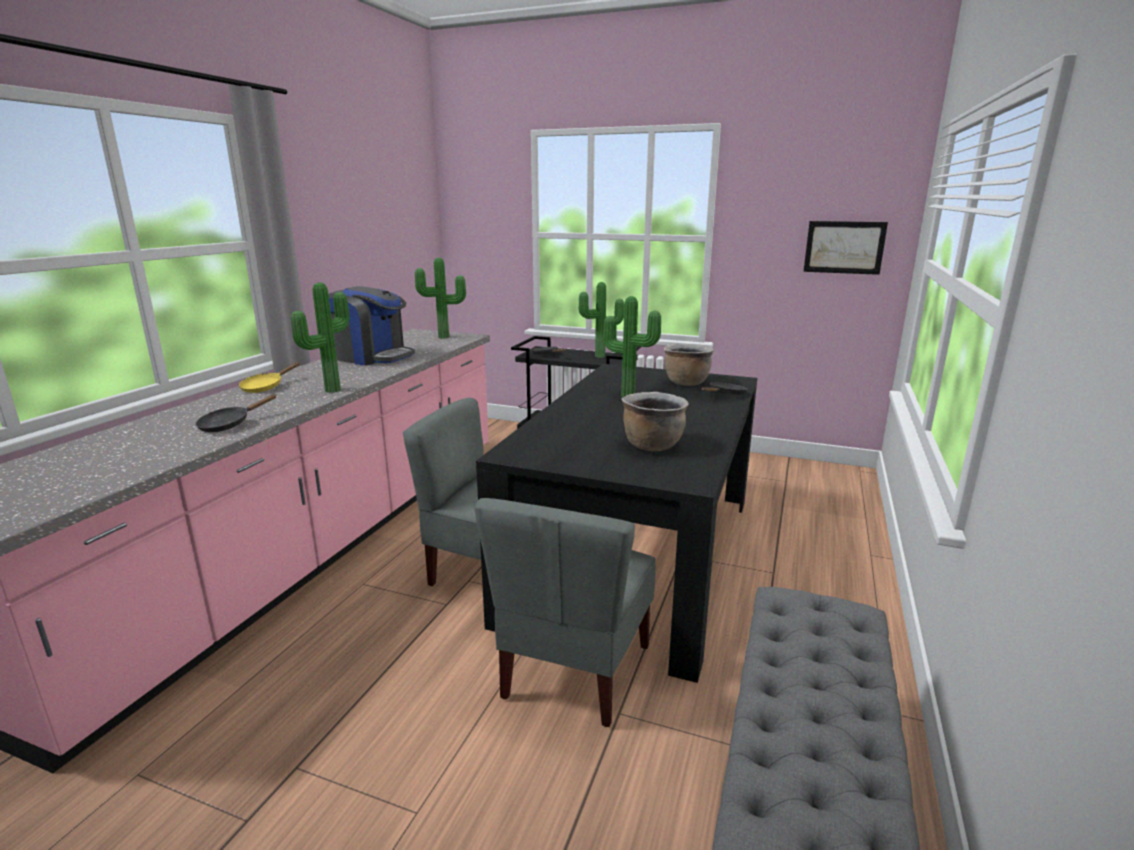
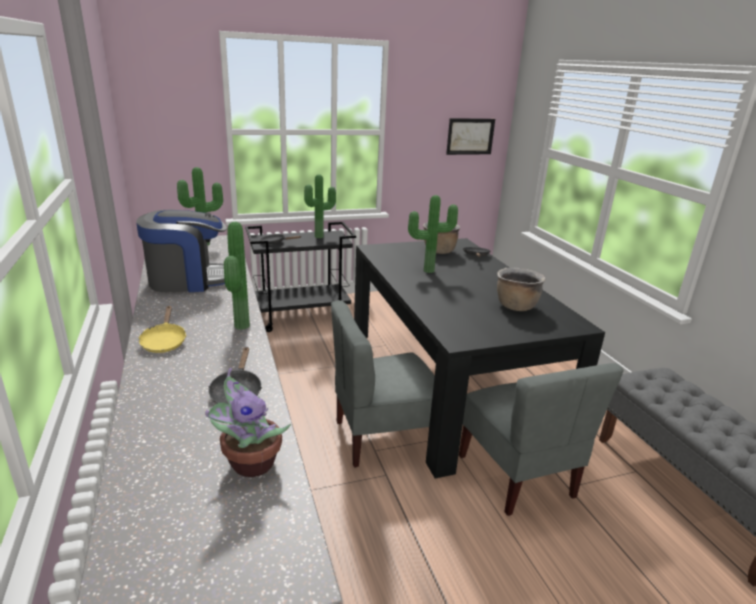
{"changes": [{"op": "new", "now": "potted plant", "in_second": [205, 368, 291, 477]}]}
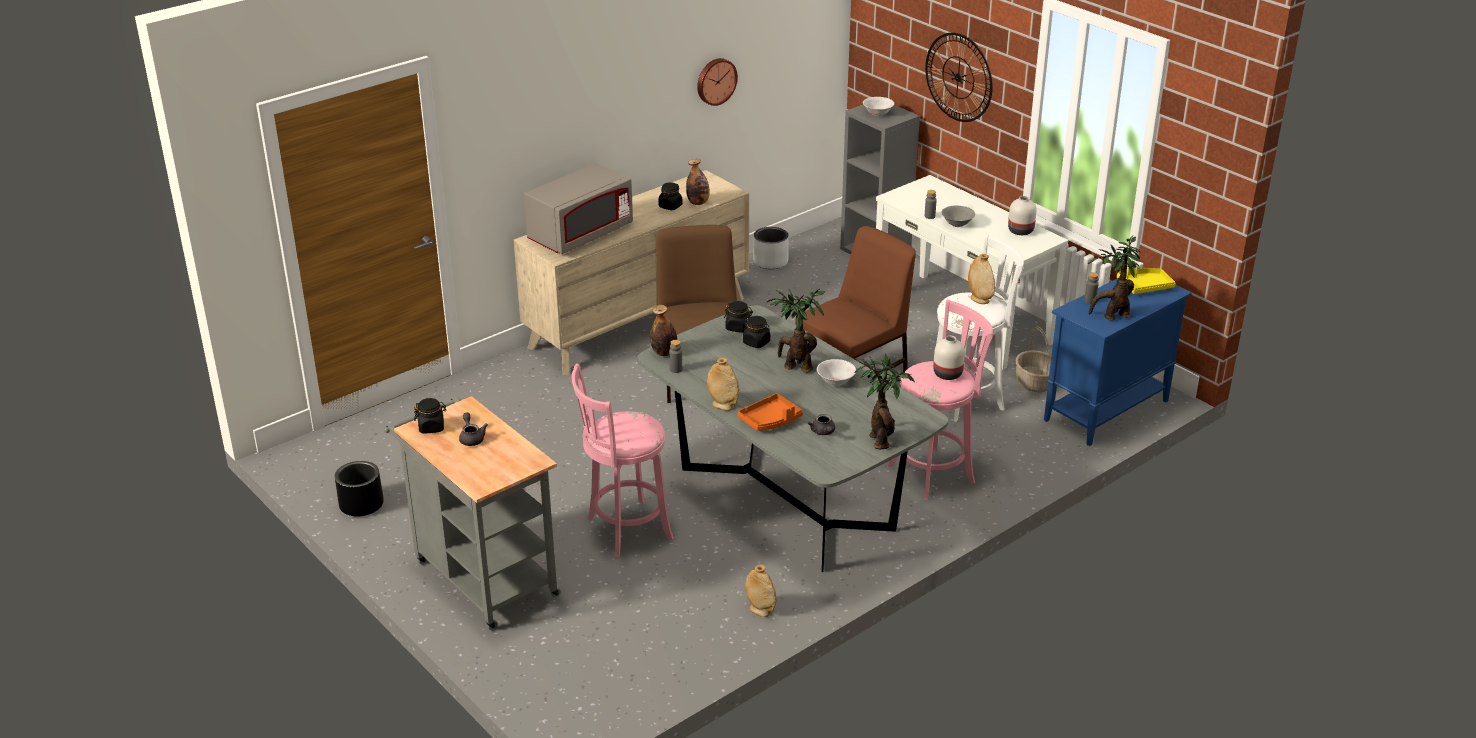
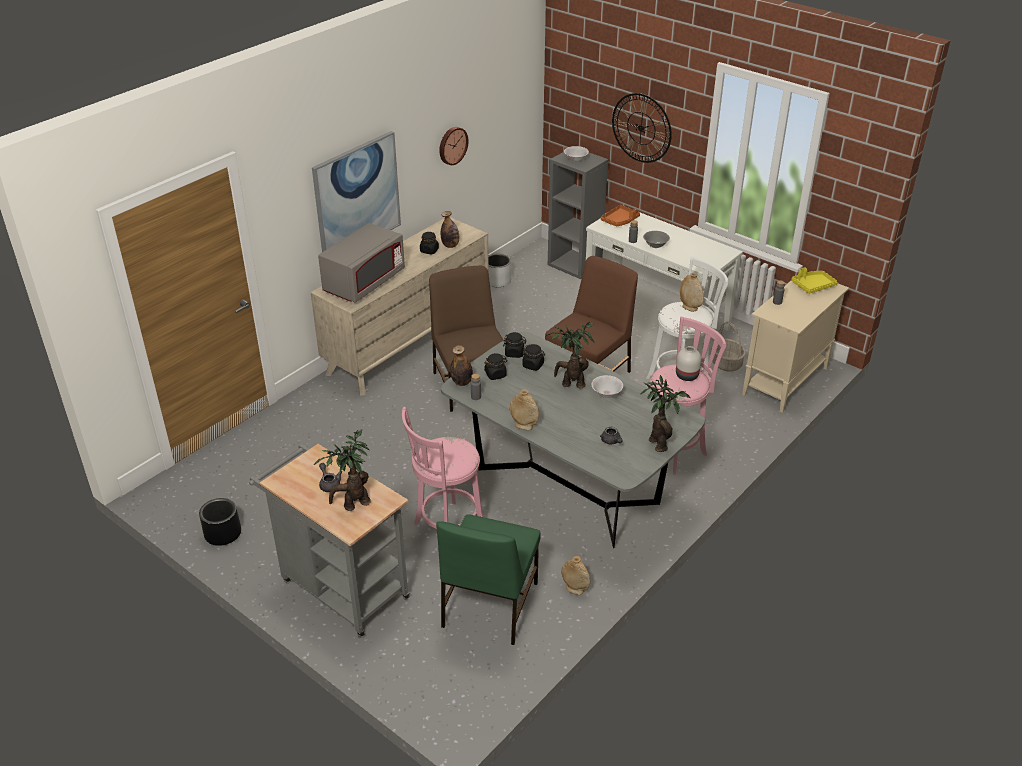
{"changes": [{"op": "shifted", "was": "jar (black)", "in_first": [414, 398, 446, 433], "in_second": [484, 353, 508, 380]}, {"op": "shifted", "was": "tray (orange)", "in_first": [737, 393, 803, 431], "in_second": [601, 205, 640, 227]}, {"op": "gone", "was": "vase (white)", "in_first": [1008, 196, 1037, 235]}, {"op": "repainted", "was": "cabinet (blue)", "now": "cabinet (beige)", "in_first": [1044, 268, 1192, 446], "in_second": [742, 275, 849, 413]}, {"op": "shifted", "was": "potted plant", "in_first": [1088, 236, 1140, 321], "in_second": [314, 429, 371, 511]}, {"op": "new", "now": "picture", "in_second": [312, 131, 401, 252]}, {"op": "new", "now": "chair (green)", "in_second": [436, 514, 540, 645]}]}
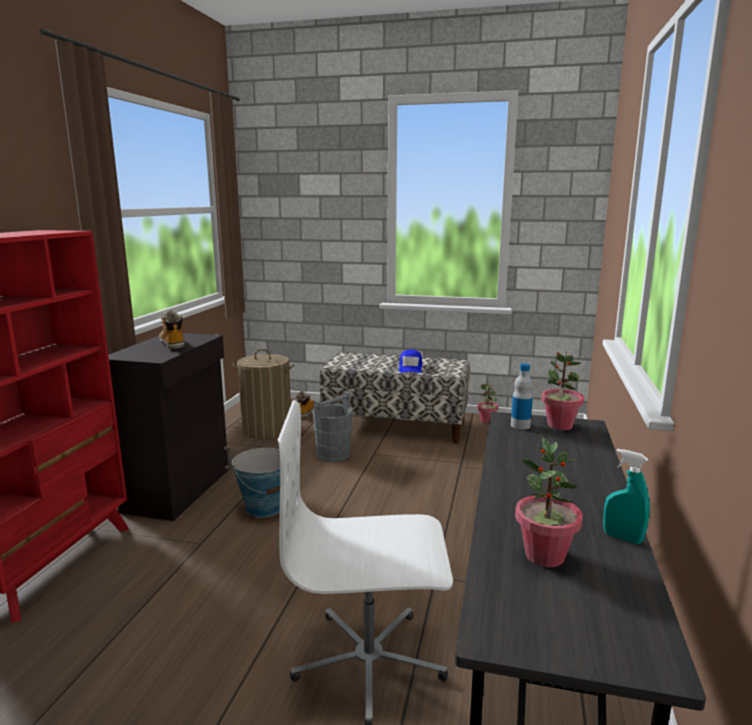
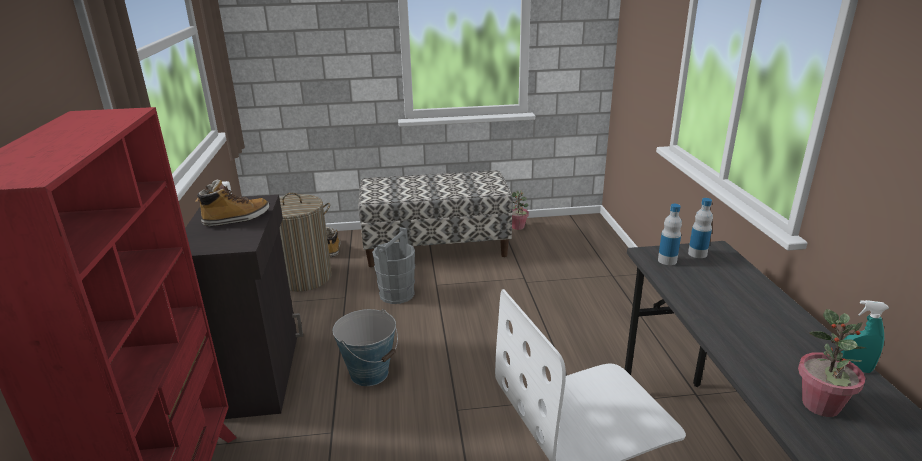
{"changes": [{"op": "rotated", "was": "boot", "in_first": [159, 310, 185, 350], "in_second": [196, 180, 270, 226], "clockwise": 105}, {"op": "gone", "was": "cap (blue)", "in_first": [399, 350, 422, 373]}, {"op": "swapped", "was": "potted plant", "now": "bottle", "in_first": [541, 349, 584, 430], "in_second": [688, 198, 713, 258]}]}
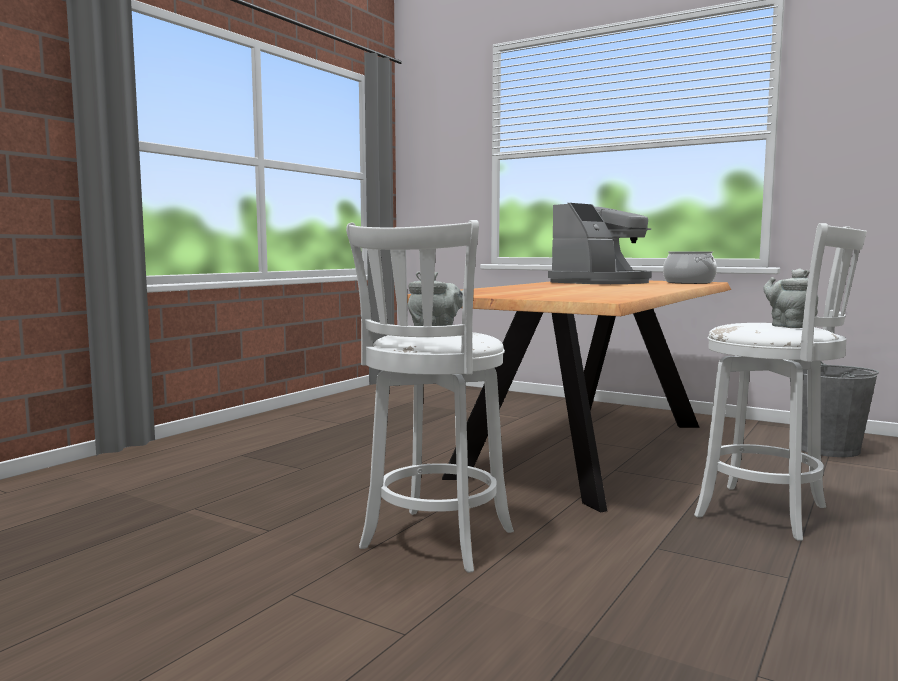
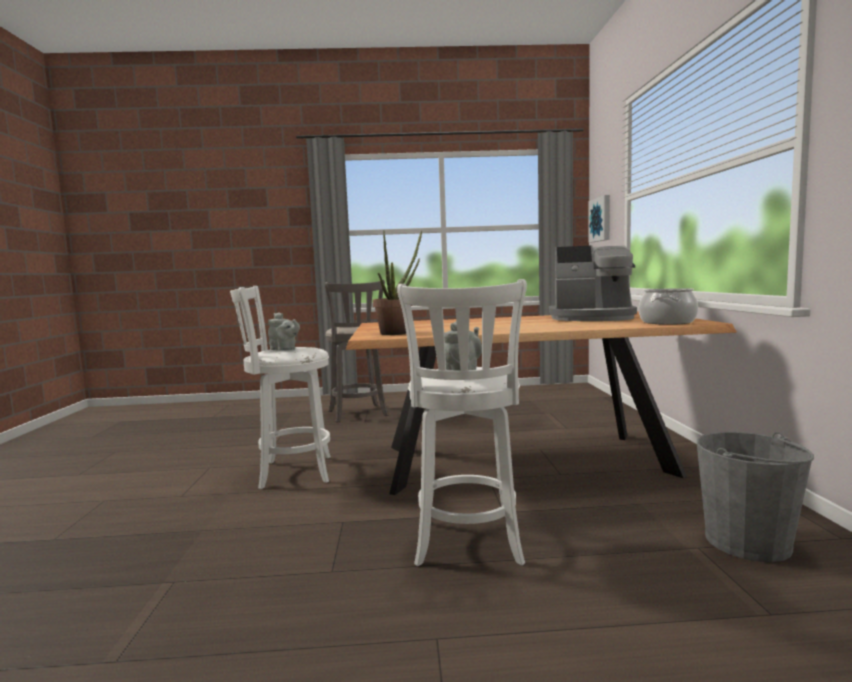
{"changes": [{"op": "new", "now": "stool (grey)", "in_second": [325, 280, 388, 422]}, {"op": "new", "now": "potted plant", "in_second": [373, 231, 422, 335]}, {"op": "new", "now": "picture", "in_second": [588, 195, 610, 242]}]}
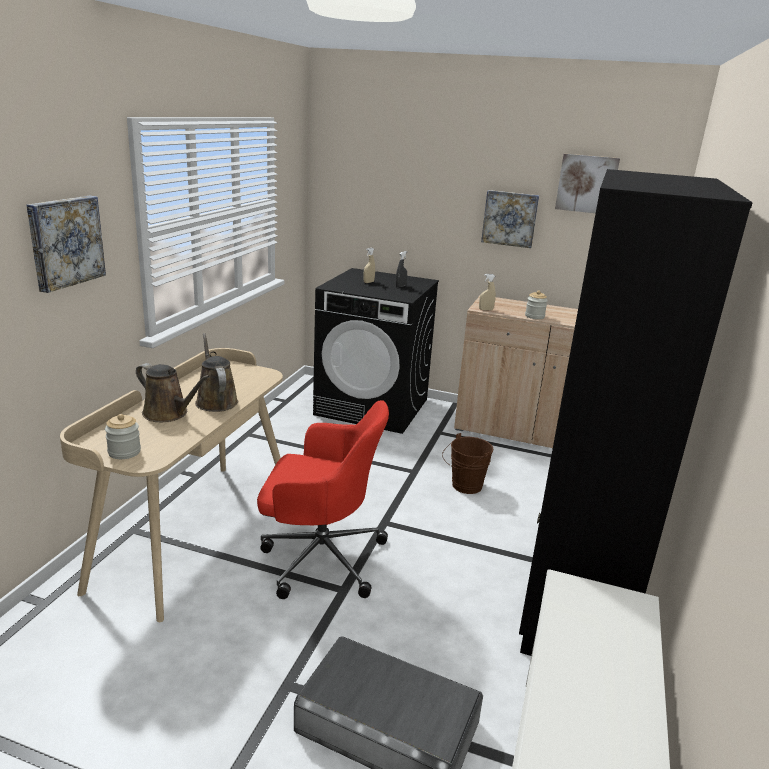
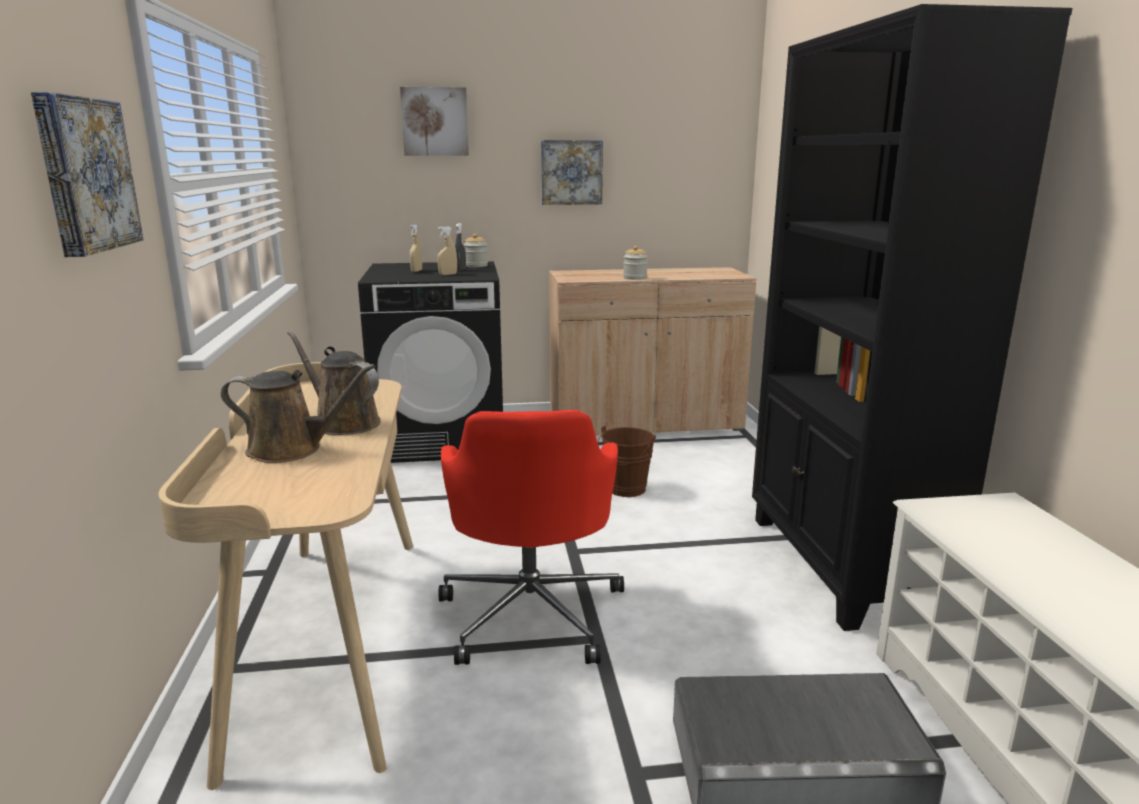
{"changes": [{"op": "shifted", "was": "jar", "in_first": [105, 414, 141, 459], "in_second": [464, 234, 488, 267]}, {"op": "rotated", "was": "office chair (red)", "in_first": [257, 400, 389, 599], "in_second": [439, 410, 624, 665], "clockwise": 105}, {"op": "shifted", "was": "spray bottle (beige)", "in_first": [479, 274, 496, 310], "in_second": [437, 226, 457, 275]}, {"op": "shifted", "was": "picture", "in_first": [555, 154, 620, 213], "in_second": [400, 87, 469, 156]}]}
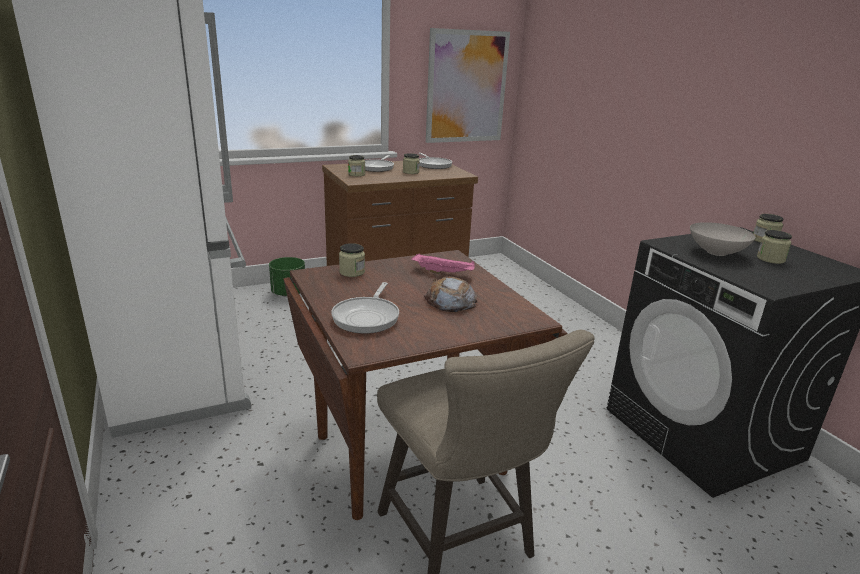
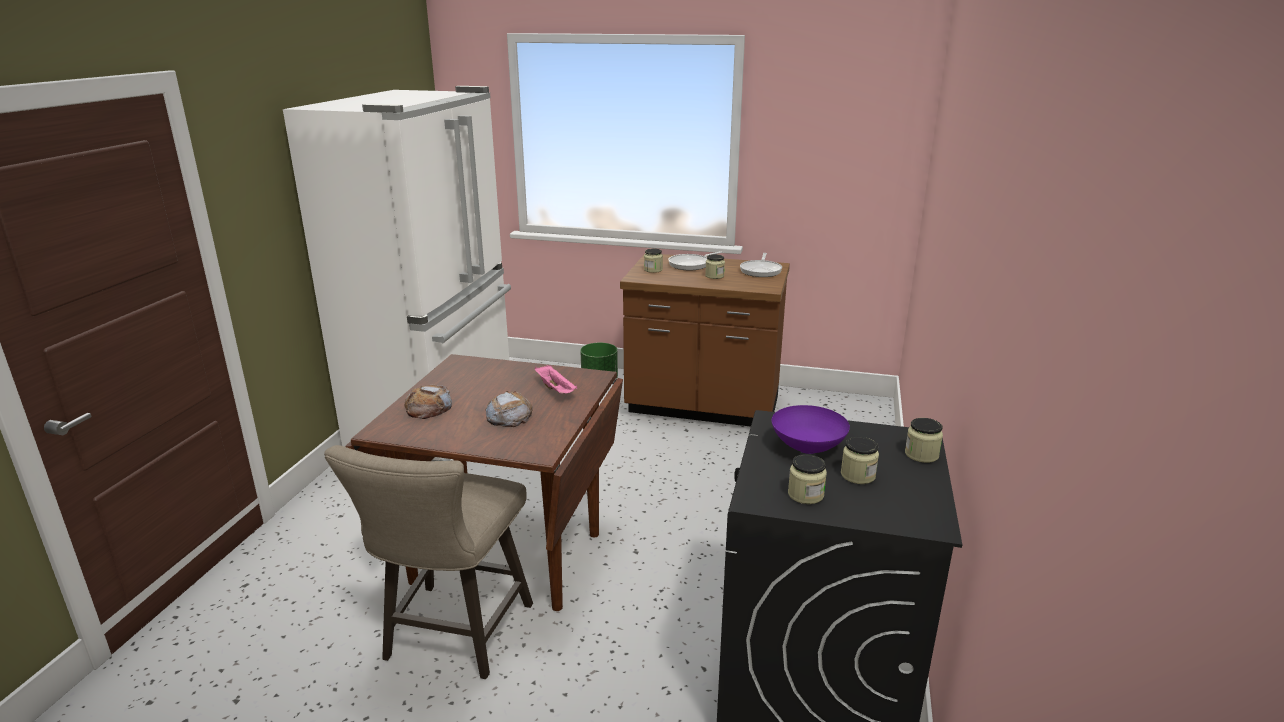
{"changes": [{"op": "swapped", "was": "frying pan", "now": "bread", "in_first": [331, 282, 399, 334], "in_second": [404, 385, 452, 419]}, {"op": "shifted", "was": "jar", "in_first": [339, 243, 365, 277], "in_second": [788, 454, 827, 504]}, {"op": "gone", "was": "picture", "in_first": [426, 28, 510, 143]}, {"op": "repainted", "was": "bowl (white)", "now": "bowl (purple)", "in_first": [690, 222, 756, 256], "in_second": [772, 405, 850, 454]}]}
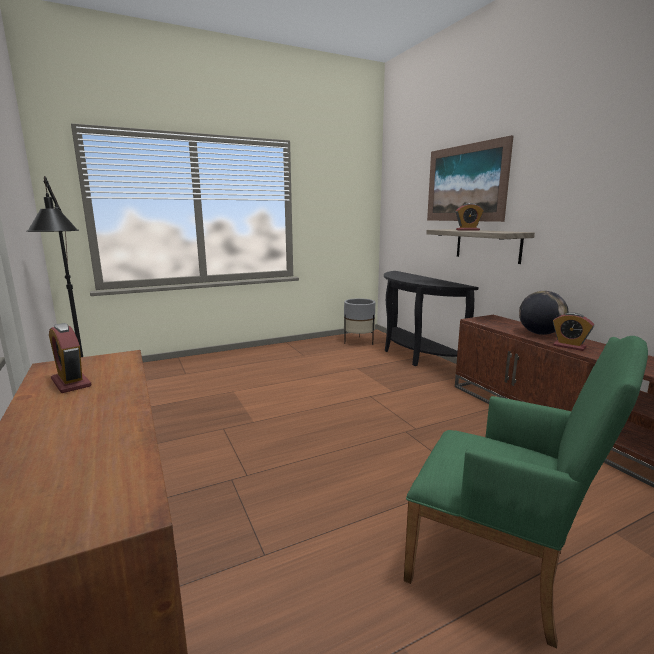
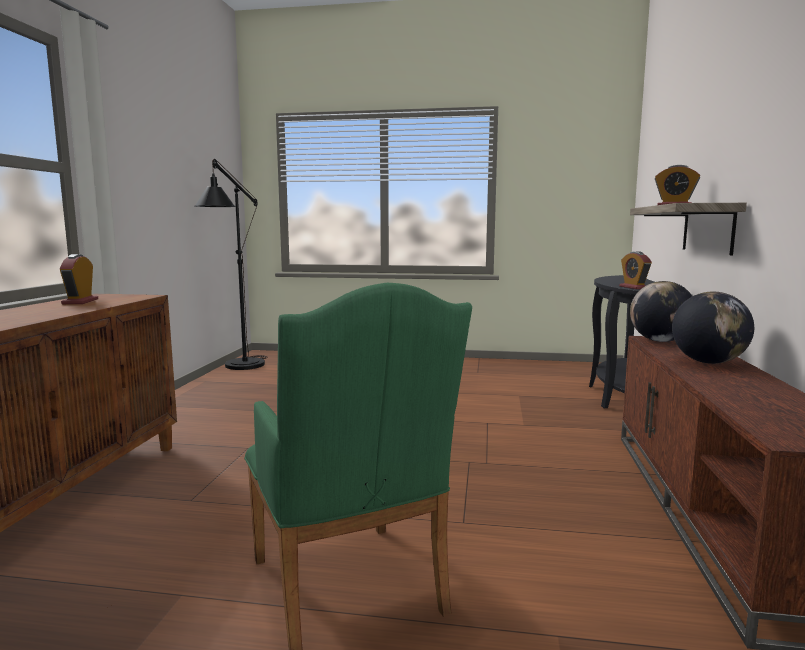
{"changes": [{"op": "gone", "was": "planter (grey)", "in_first": [344, 298, 375, 345]}, {"op": "gone", "was": "picture", "in_first": [427, 135, 514, 222]}, {"op": "shifted", "was": "alarm clock", "in_first": [553, 313, 594, 351], "in_second": [619, 251, 652, 289]}, {"op": "new", "now": "globe", "in_second": [630, 281, 692, 342]}]}
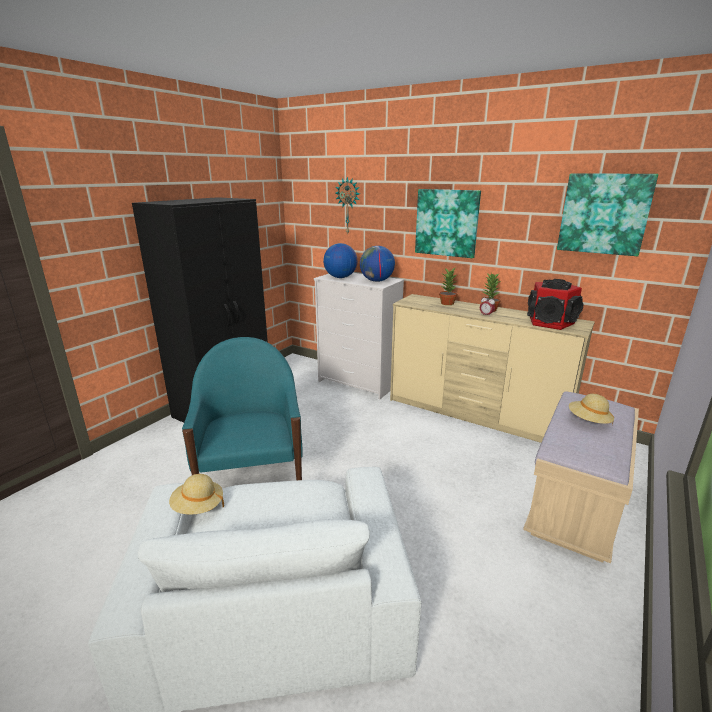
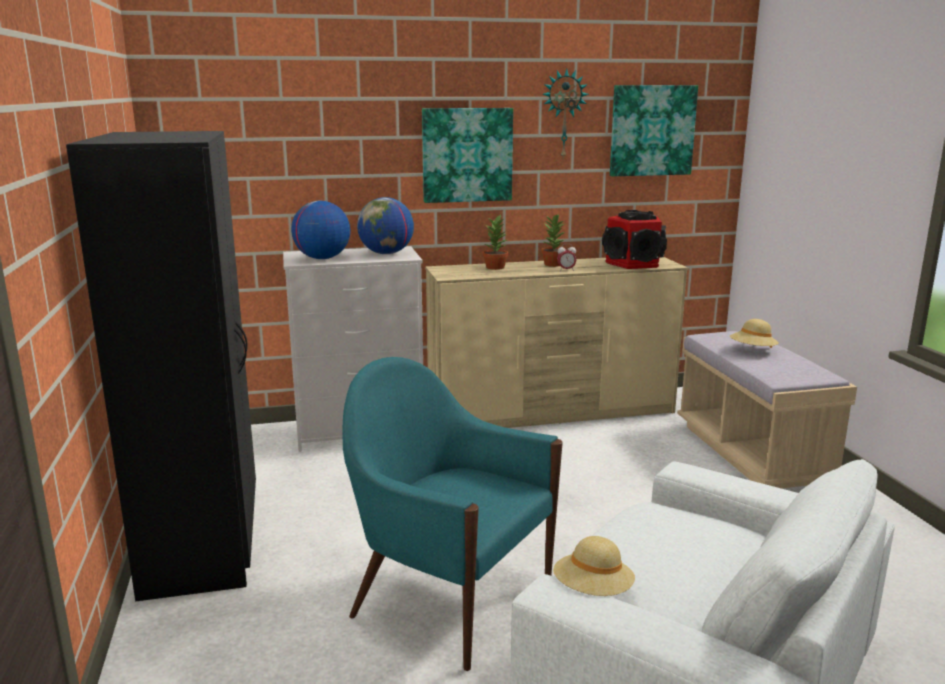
{"changes": [{"op": "shifted", "was": "wall clock", "in_first": [336, 177, 360, 235], "in_second": [542, 69, 589, 160]}]}
